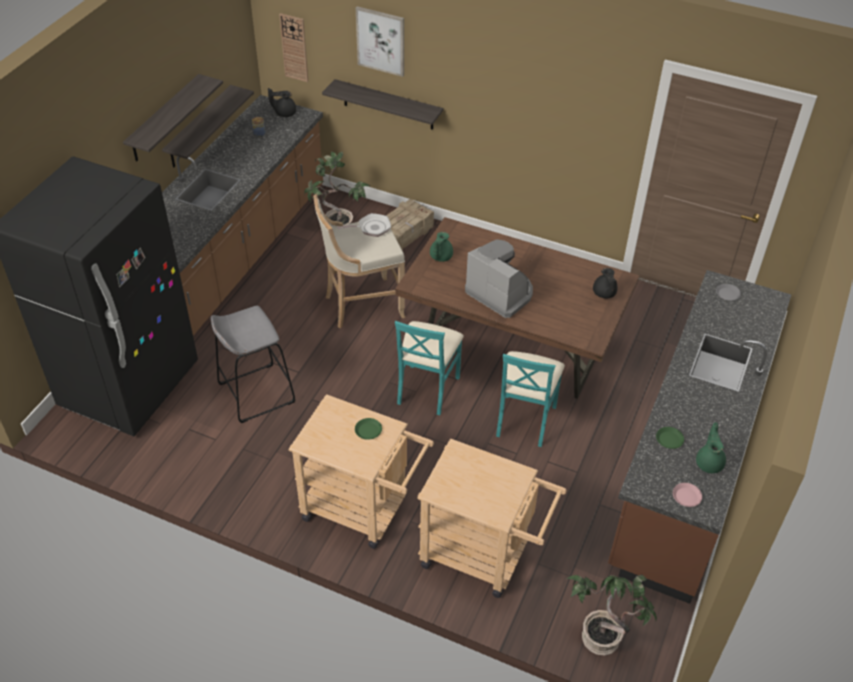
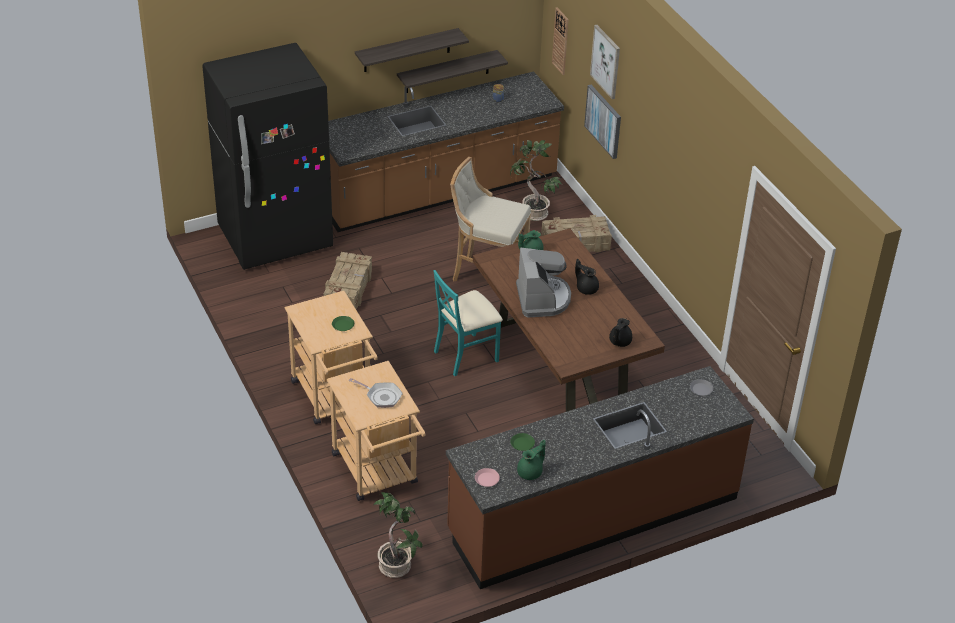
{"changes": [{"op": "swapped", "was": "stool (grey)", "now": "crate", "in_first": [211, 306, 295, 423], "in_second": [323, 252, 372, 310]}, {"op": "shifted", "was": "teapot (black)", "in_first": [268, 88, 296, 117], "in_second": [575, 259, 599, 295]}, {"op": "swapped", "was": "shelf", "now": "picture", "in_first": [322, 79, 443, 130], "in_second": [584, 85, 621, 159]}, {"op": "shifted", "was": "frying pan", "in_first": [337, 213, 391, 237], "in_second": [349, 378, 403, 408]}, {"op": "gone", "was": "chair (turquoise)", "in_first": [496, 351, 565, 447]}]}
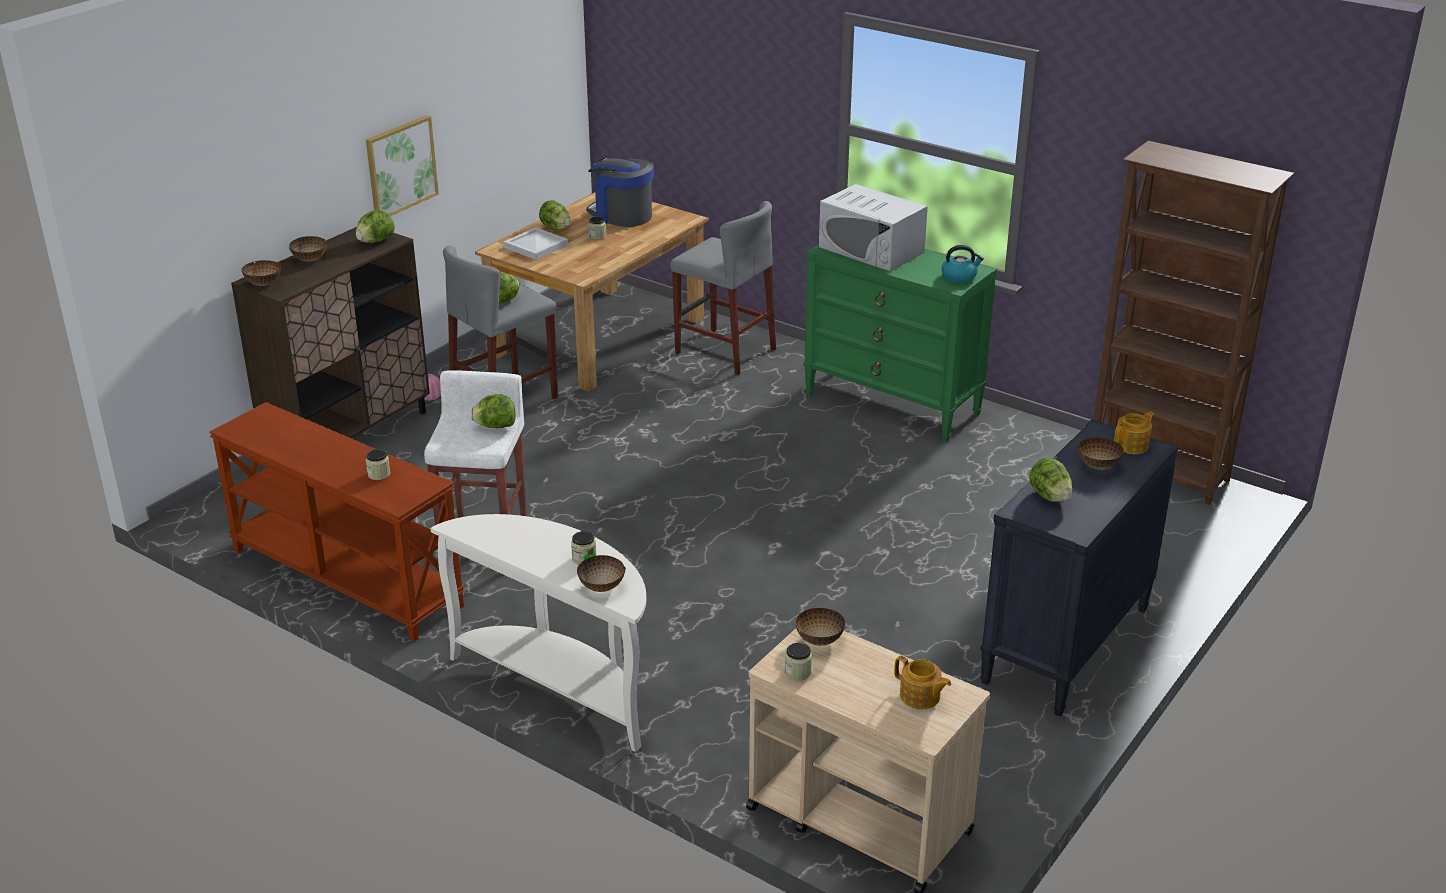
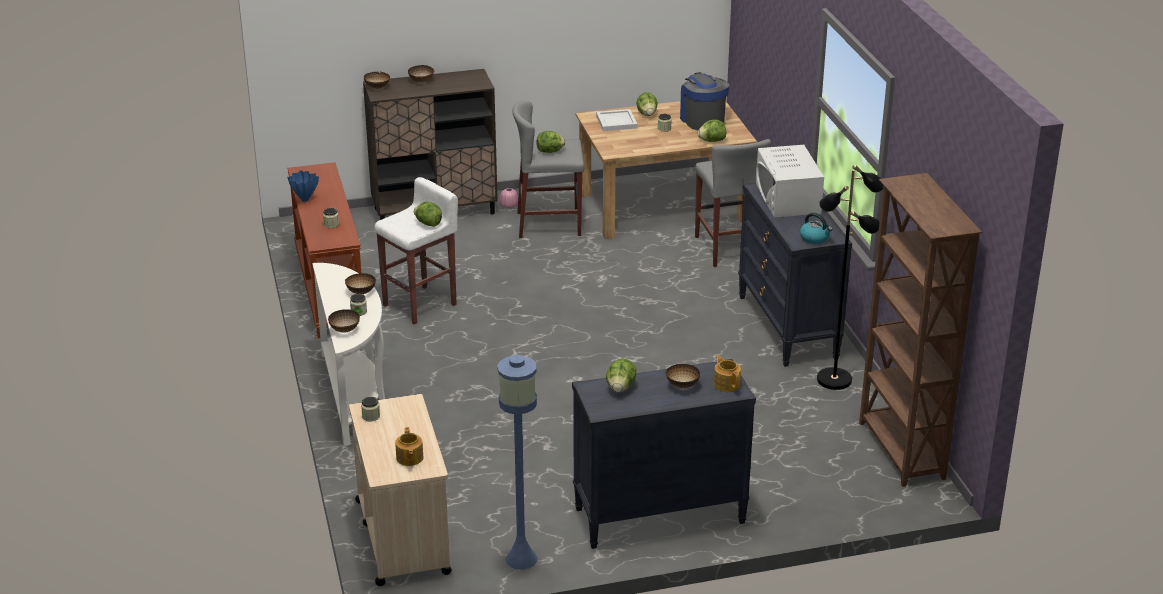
{"changes": [{"op": "shifted", "was": "lettuce", "in_first": [356, 210, 395, 243], "in_second": [698, 120, 726, 142]}, {"op": "gone", "was": "picture", "in_first": [366, 115, 439, 216]}, {"op": "shifted", "was": "bowl", "in_first": [796, 608, 845, 646], "in_second": [345, 273, 376, 294]}, {"op": "repainted", "was": "dresser (green)", "now": "dresser (black)", "in_first": [803, 245, 997, 442], "in_second": [738, 183, 852, 367]}, {"op": "rotated", "was": "teapot", "in_first": [1114, 411, 1155, 454], "in_second": [714, 355, 741, 392], "clockwise": -120}, {"op": "new", "now": "vase (blue)", "in_second": [287, 170, 319, 202]}, {"op": "new", "now": "floor lamp (blue)", "in_second": [497, 355, 537, 570]}, {"op": "new", "now": "floor lamp (black)", "in_second": [817, 165, 883, 390]}]}
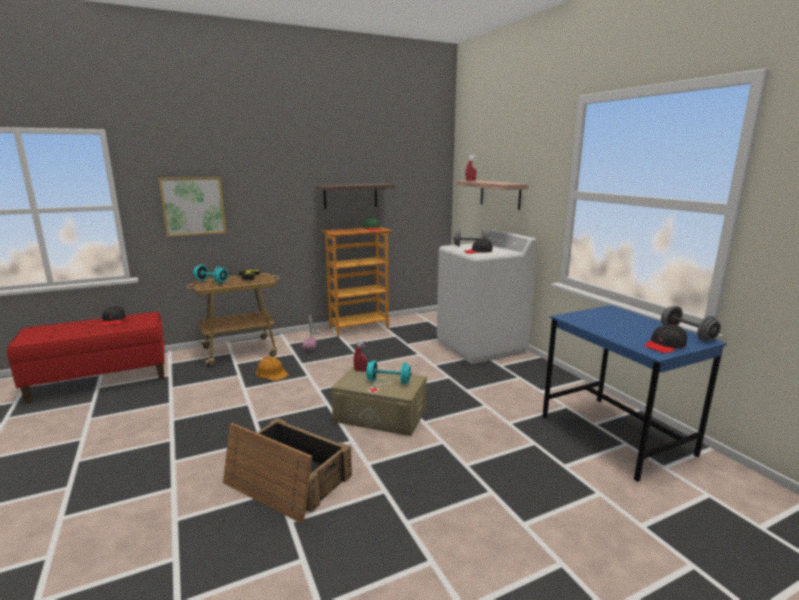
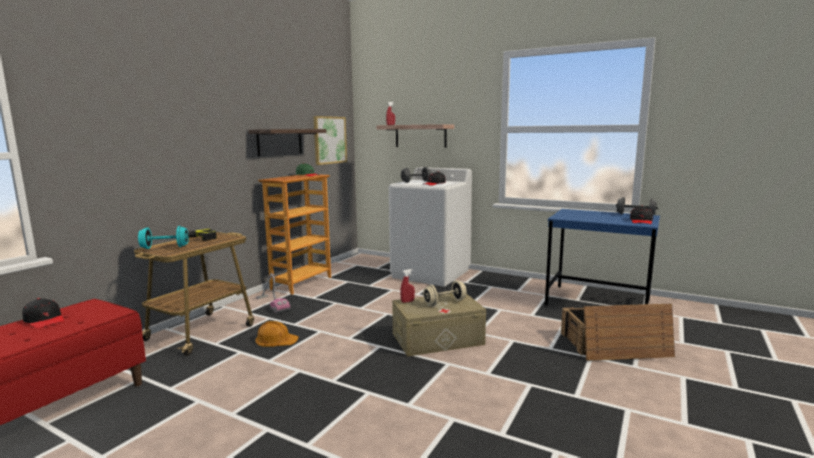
{"changes": [{"op": "shifted", "was": "picture", "in_first": [158, 177, 226, 237], "in_second": [314, 116, 347, 165]}, {"op": "shifted", "was": "crate", "in_first": [223, 418, 352, 524], "in_second": [561, 304, 675, 361]}, {"op": "repainted", "was": "dumbbell (turquoise)", "now": "dumbbell (beige)", "in_first": [366, 360, 412, 384], "in_second": [423, 281, 467, 306]}]}
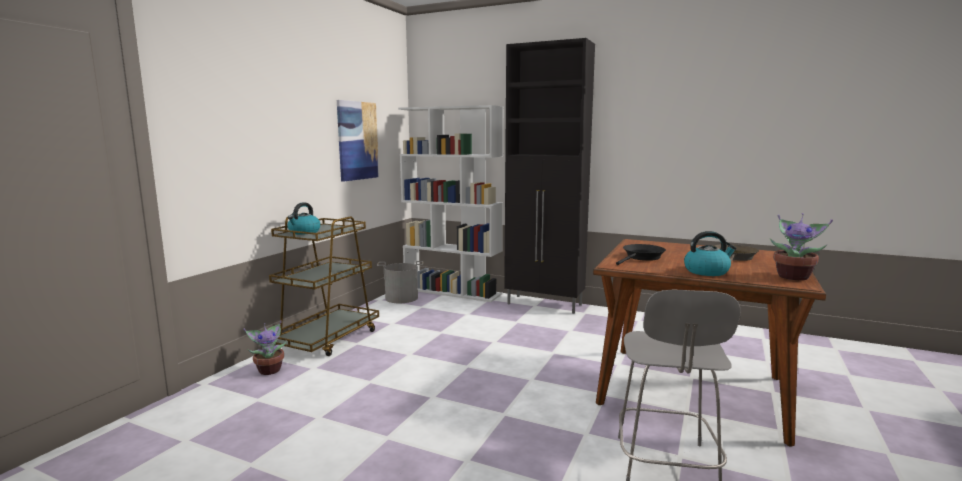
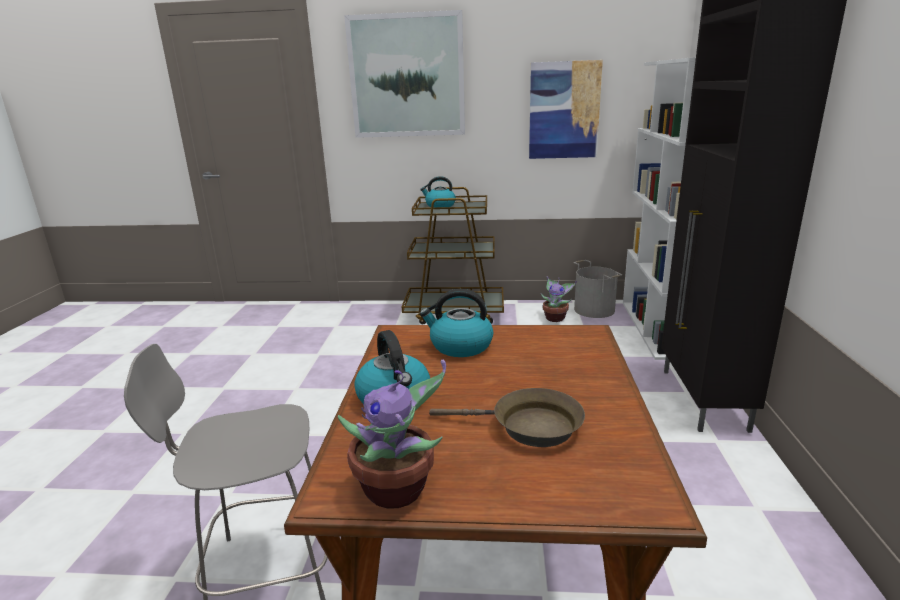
{"changes": [{"op": "shifted", "was": "potted plant", "in_first": [243, 321, 287, 375], "in_second": [541, 276, 577, 322]}, {"op": "swapped", "was": "frying pan (black)", "now": "kettle", "in_first": [616, 244, 666, 265], "in_second": [420, 289, 493, 357]}, {"op": "new", "now": "picture", "in_second": [344, 10, 465, 138]}]}
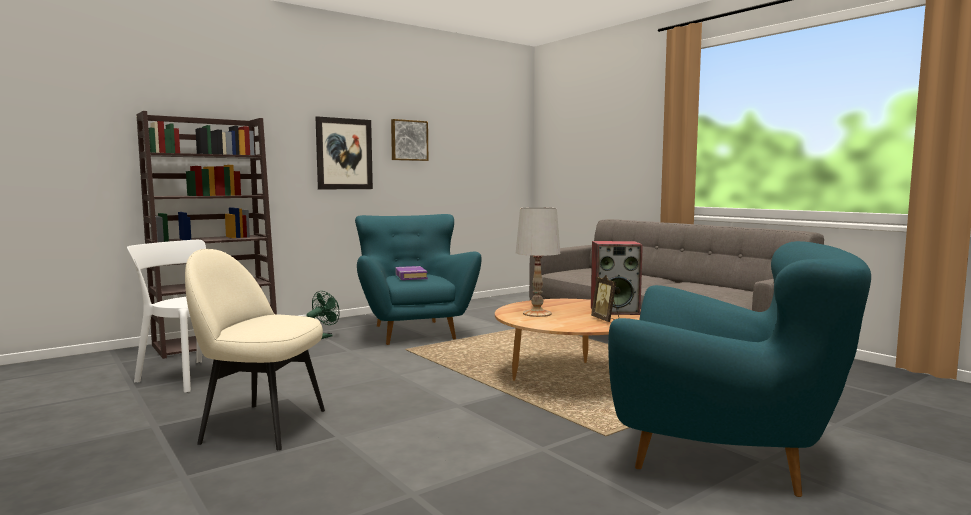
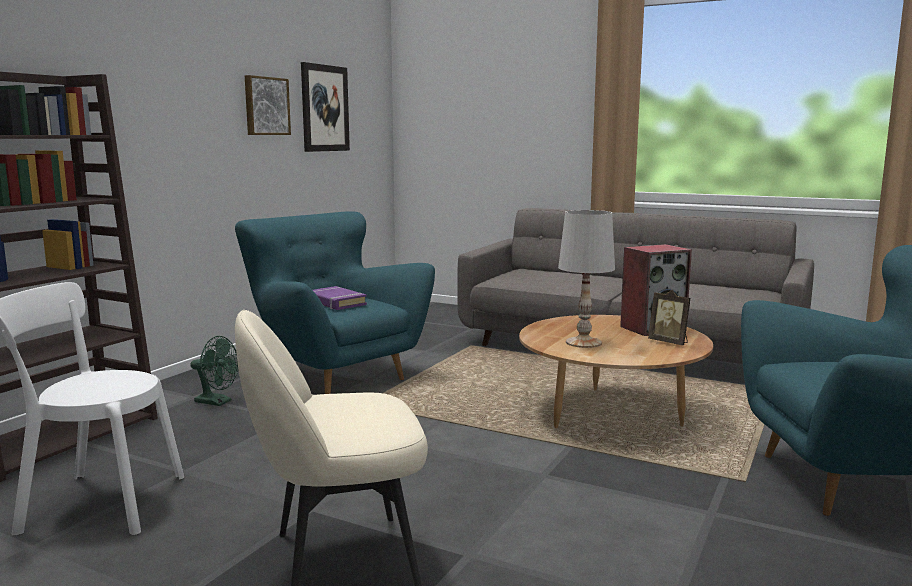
{"changes": [{"op": "rotated", "was": "fan (green)", "in_first": [306, 291, 340, 339], "in_second": [190, 336, 239, 406], "clockwise": 105}, {"op": "shifted", "was": "picture", "in_first": [315, 116, 373, 190], "in_second": [301, 62, 350, 152]}]}
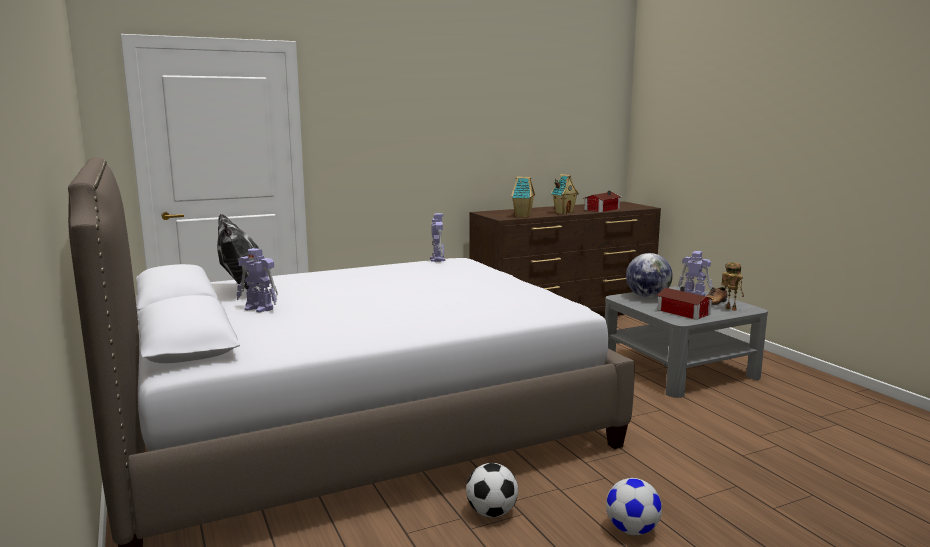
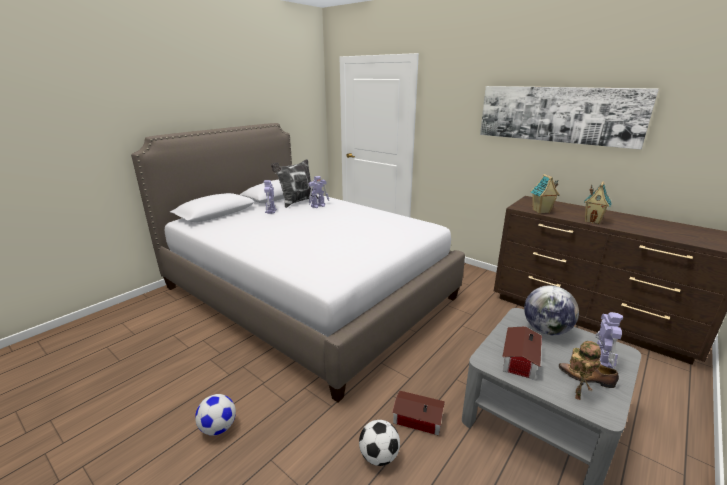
{"changes": [{"op": "shifted", "was": "toy robot", "in_first": [430, 213, 445, 262], "in_second": [309, 176, 329, 208]}, {"op": "shifted", "was": "football", "in_first": [466, 463, 518, 517], "in_second": [359, 420, 400, 466]}, {"op": "shifted", "was": "toy house", "in_first": [583, 191, 621, 212], "in_second": [392, 390, 445, 436]}, {"op": "new", "now": "picture", "in_second": [480, 86, 659, 150]}]}
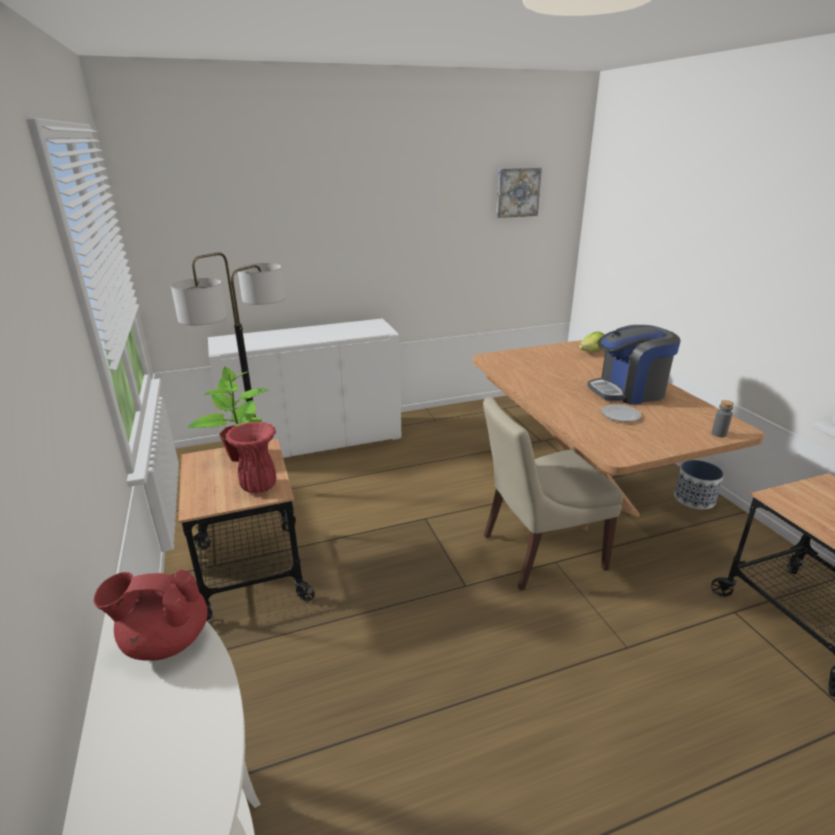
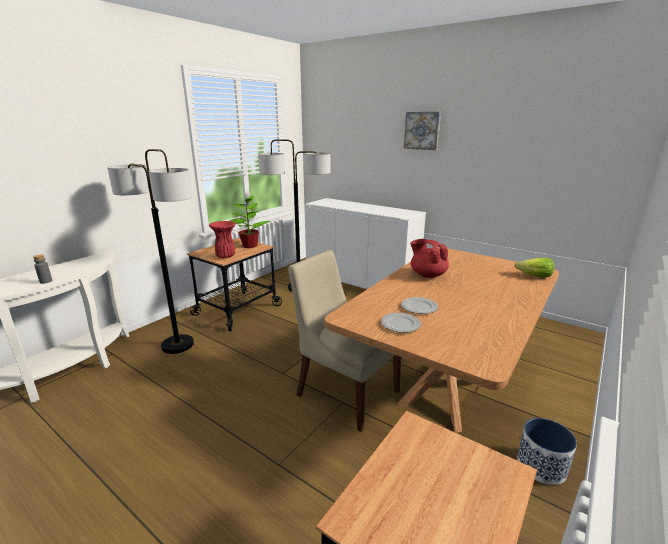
{"changes": [{"op": "shifted", "was": "teapot (red)", "in_first": [93, 569, 208, 661], "in_second": [410, 239, 449, 278]}, {"op": "shifted", "was": "picture", "in_first": [496, 168, 542, 218], "in_second": [404, 112, 441, 150]}, {"op": "gone", "was": "coffee machine", "in_first": [587, 325, 681, 405]}, {"op": "shifted", "was": "bottle (grey)", "in_first": [712, 400, 734, 437], "in_second": [33, 255, 52, 284]}, {"op": "new", "now": "floor lamp", "in_second": [107, 149, 194, 354]}, {"op": "new", "now": "plate", "in_second": [381, 313, 421, 333]}]}
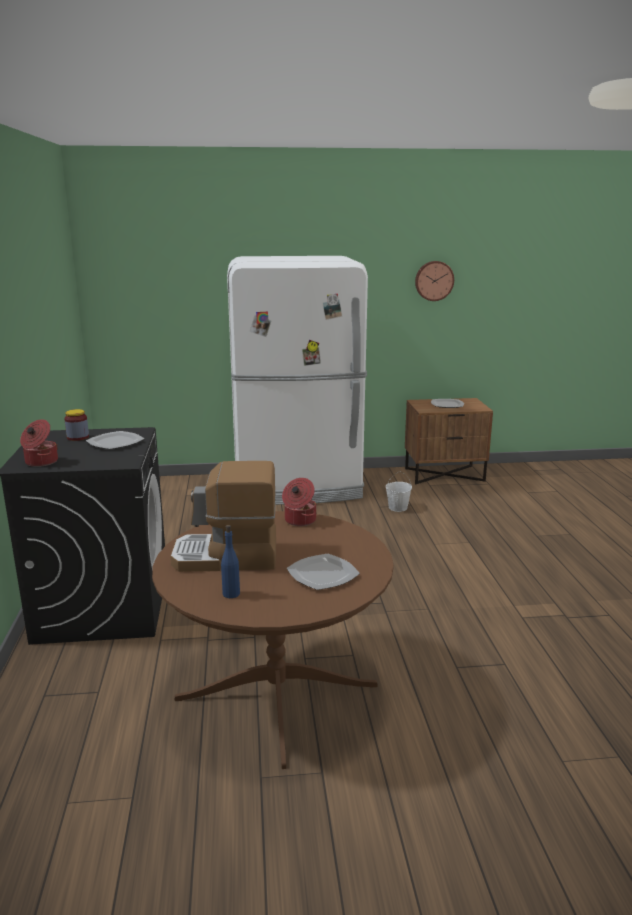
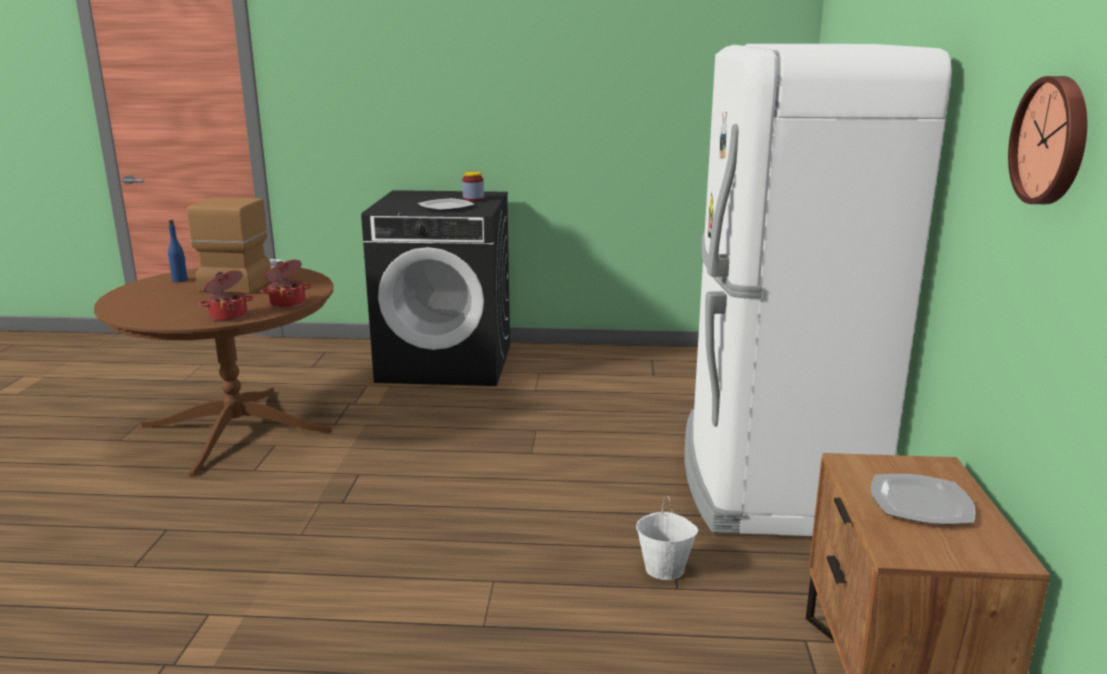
{"changes": [{"op": "shifted", "was": "cooking pot", "in_first": [20, 419, 58, 467], "in_second": [199, 270, 254, 321]}, {"op": "gone", "was": "plate", "in_first": [287, 554, 360, 590]}]}
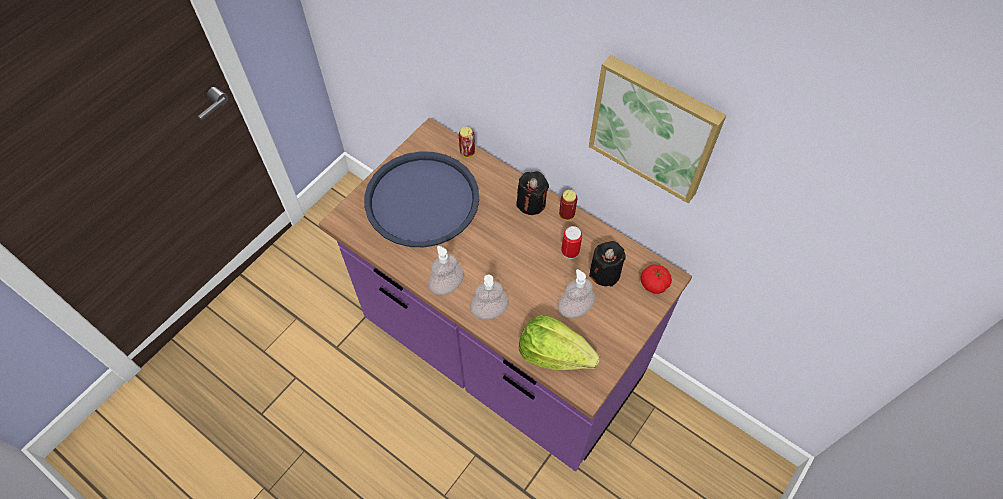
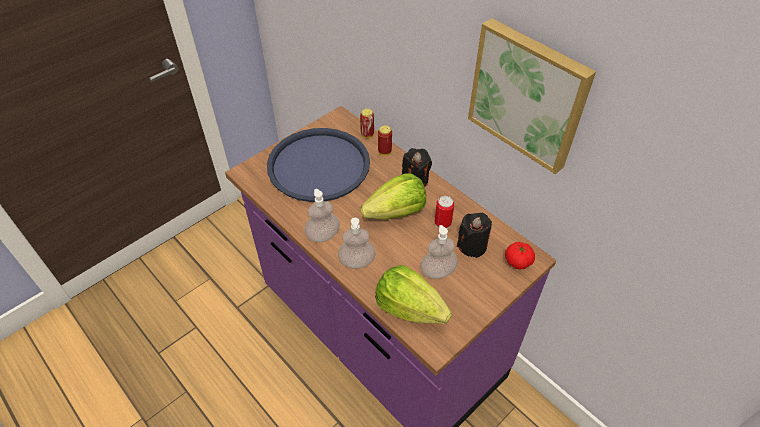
{"changes": [{"op": "shifted", "was": "can", "in_first": [559, 190, 577, 221], "in_second": [378, 125, 392, 155]}, {"op": "new", "now": "lettuce", "in_second": [361, 173, 426, 220]}]}
